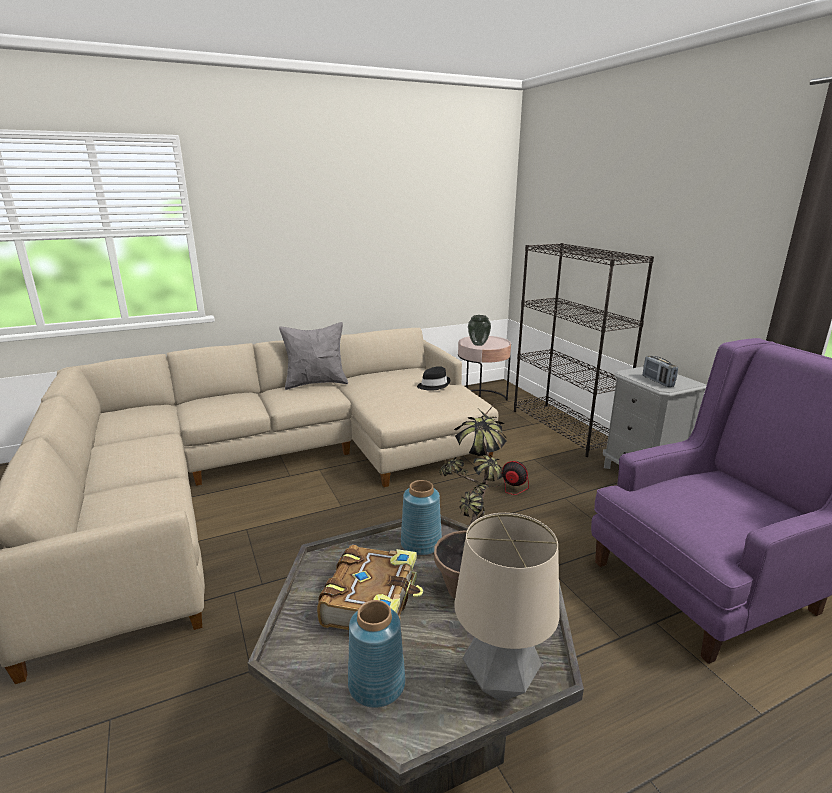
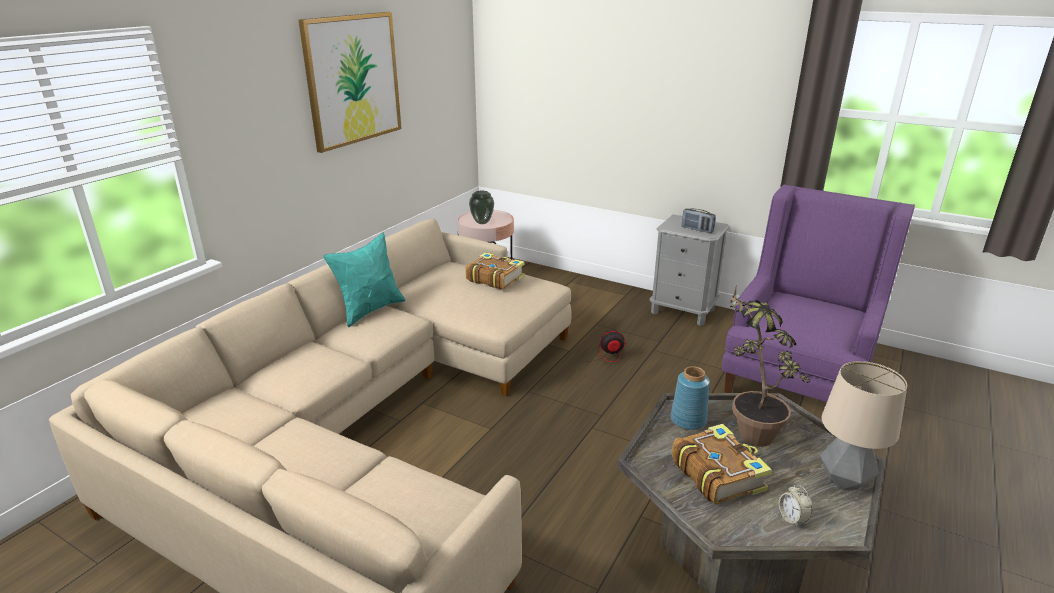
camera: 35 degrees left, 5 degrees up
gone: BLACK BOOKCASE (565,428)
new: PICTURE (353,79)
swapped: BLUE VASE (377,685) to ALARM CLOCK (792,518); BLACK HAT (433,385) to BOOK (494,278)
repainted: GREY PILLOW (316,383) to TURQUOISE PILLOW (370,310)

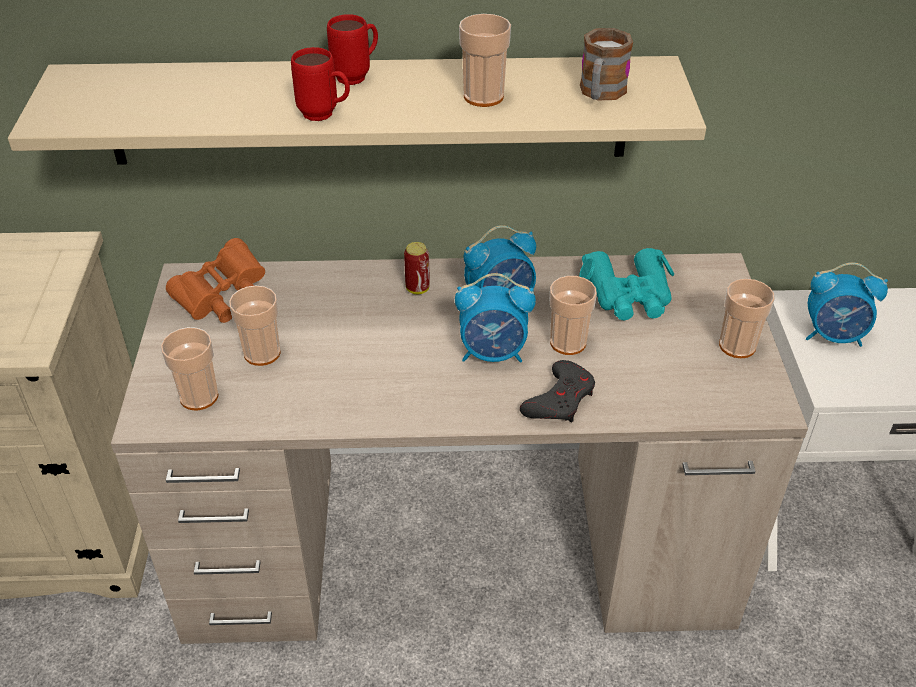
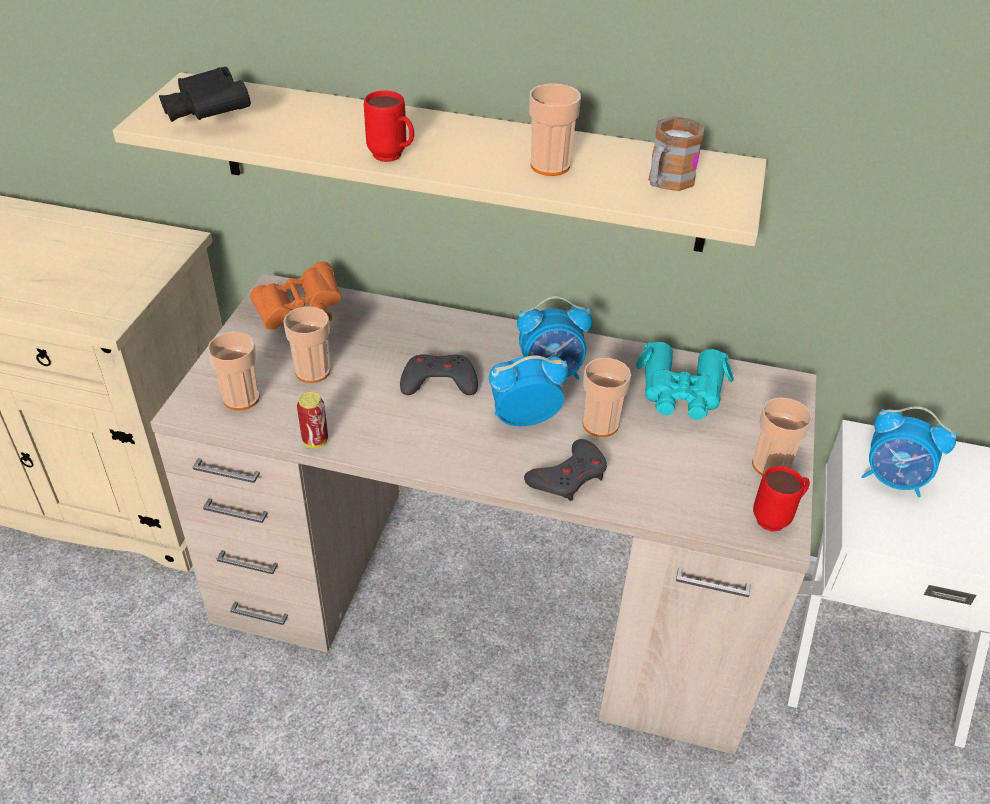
camera: 15 degrees right, 0 degrees up
new: BLACK BINOCULARS (207,115); GREY GAME CONTROLLER (438,381)
shifted: RED MUG (357,76) to (777,518); CAN (417,289) to (315,441)
rotated: ALARM CLOCK (493,353) = (523,419) 150 degrees clockwise

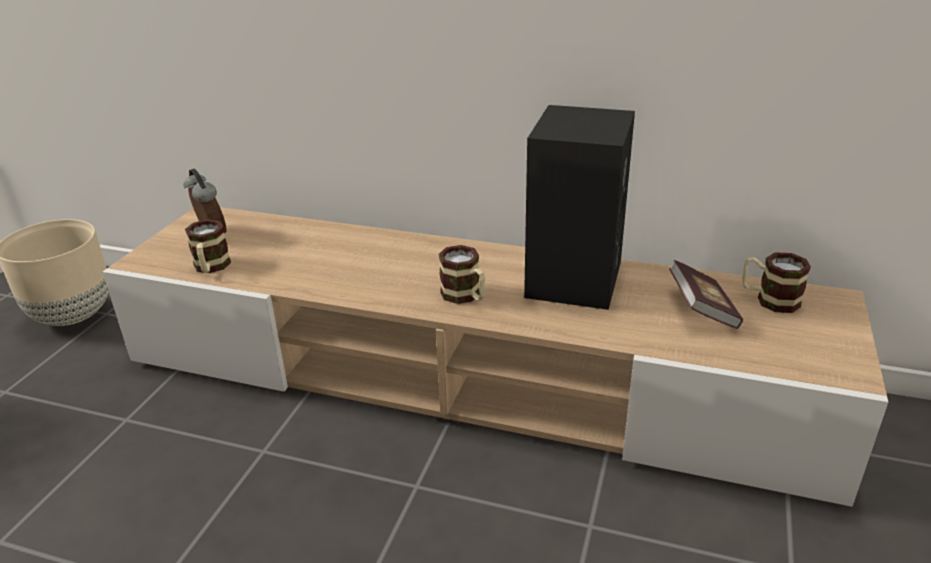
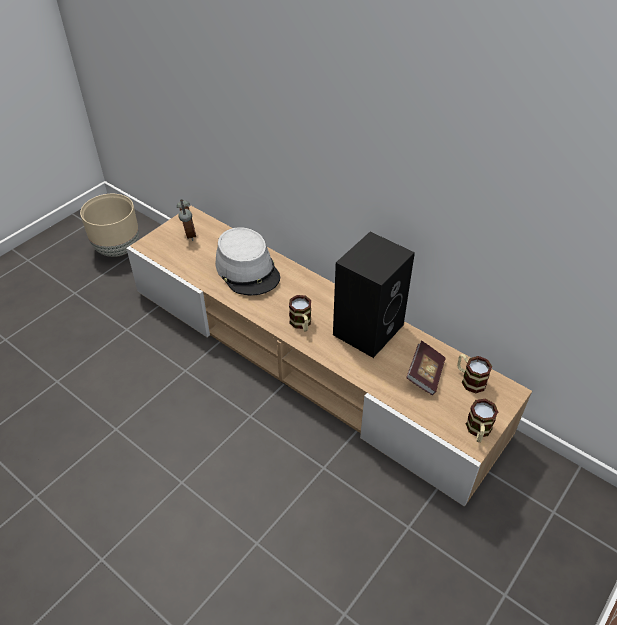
camera: 20 degrees right, 15 degrees up
new: GREY HAT (248,270)
shifted: MUG (211,268) to (478,431)

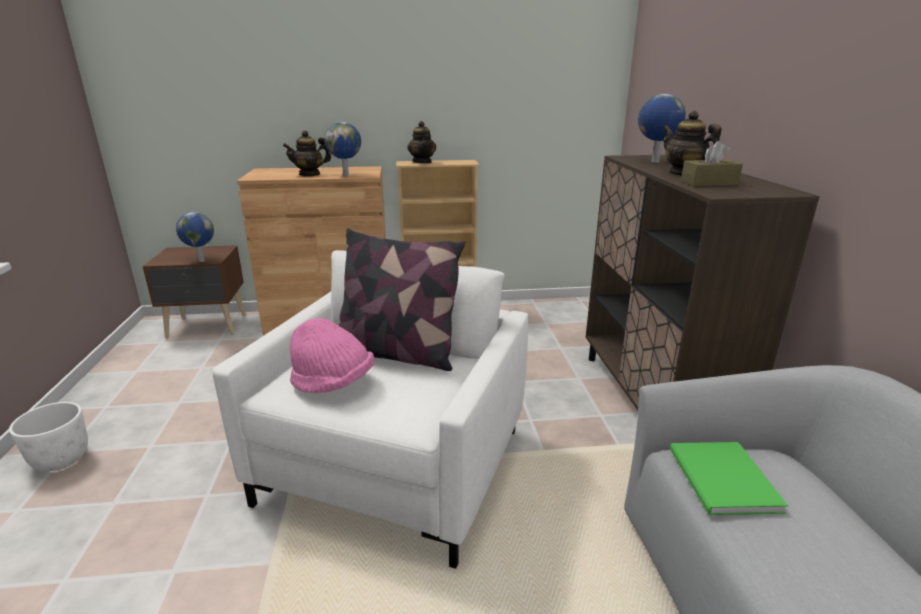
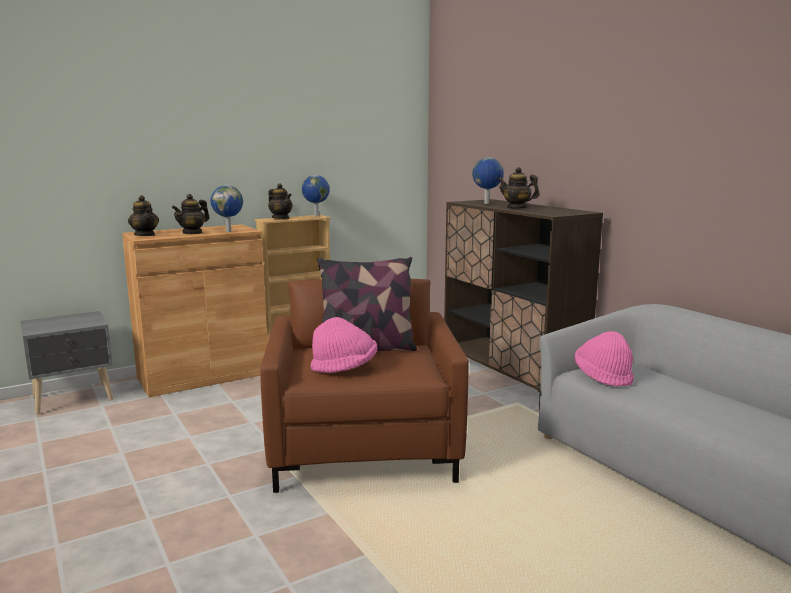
camera: 25 degrees left, 10 degrees down
gone: WHITE PLANTER (62,460); BROWN TISSUE BOX (709,183)
new: TEAPOT (145,235)
shifted: GLOBE (200,261) to (315,216)
swapped: GREEN BOOK (721,481) to PINK HAT (603,376)
repainted: BROWN NIGHTSTAND (208,326) to GREY NIGHTSTAND (74,399); WHITE ARMCHAIR (395,466) to BROWN ARMCHAIR (364,447)

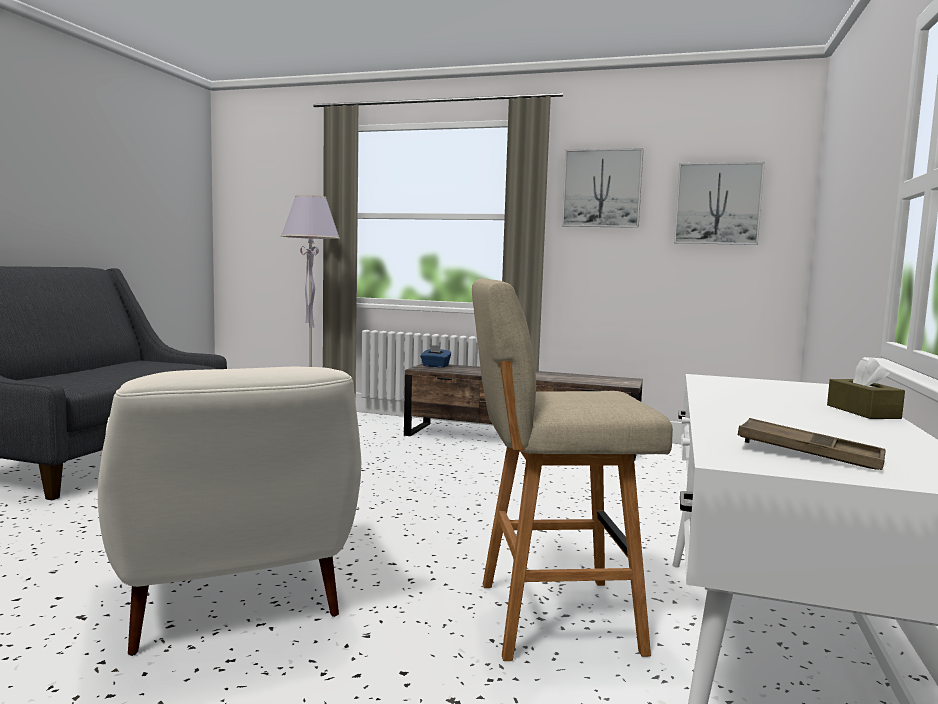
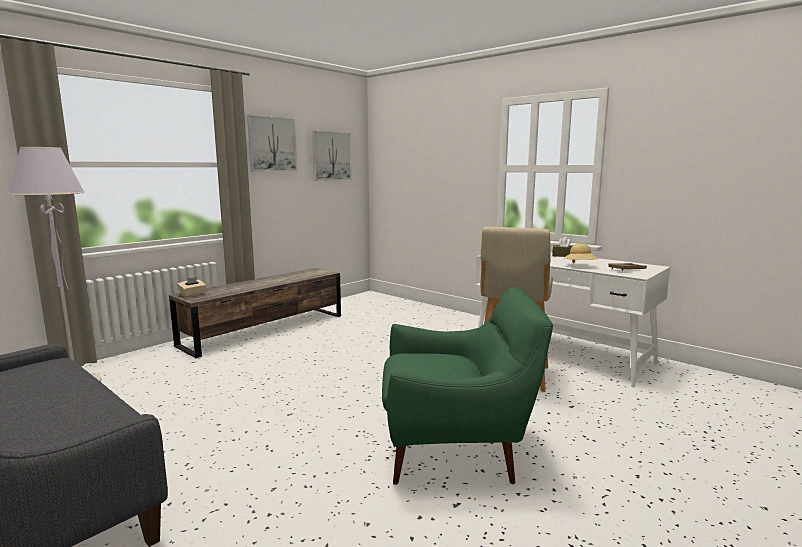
camera: 65 degrees left, 5 degrees up
new: BEIGE HAT (580,266)
repainted: WHITE ARMCHAIR (231,599) to GREEN ARMCHAIR (456,449); BLUE TISSUE BOX (435,366) to BEIGE TISSUE BOX (192,294)

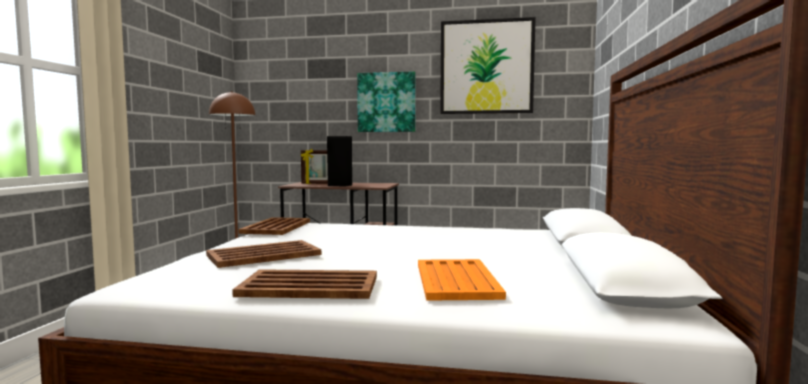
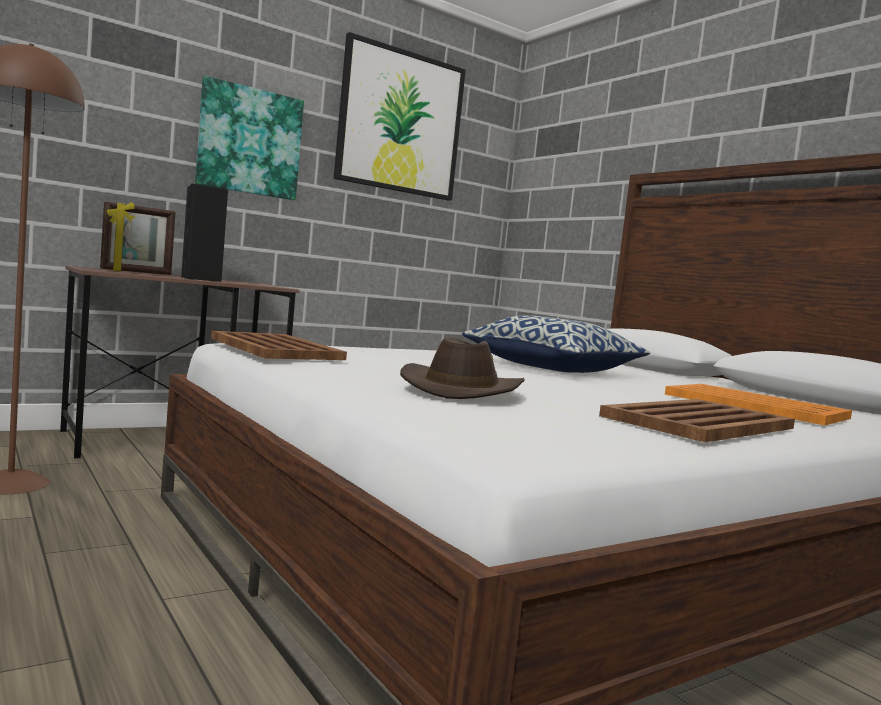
camera: 45 degrees left, 0 degrees up
new: PILLOW (553,368)
swapped: BROWN TRAY (263,255) to BROWN HAT (462,390)

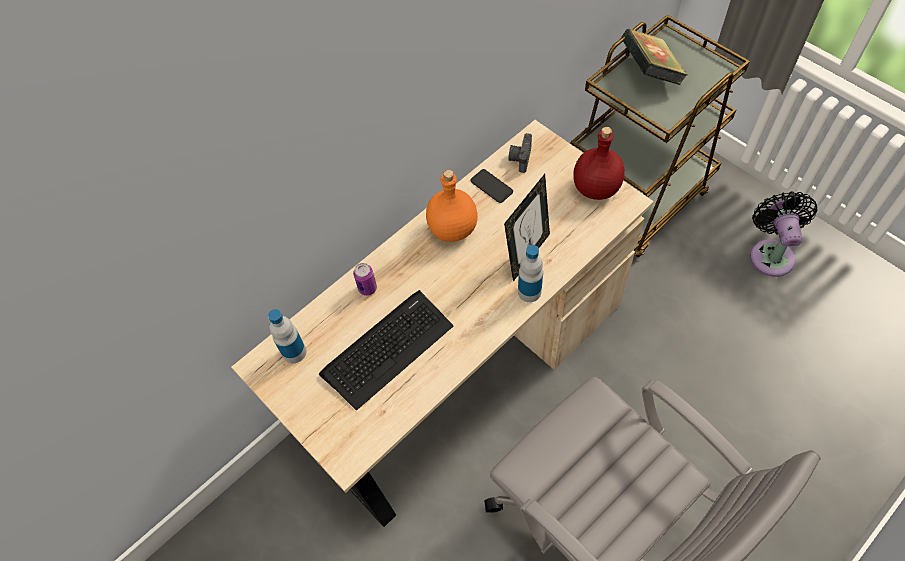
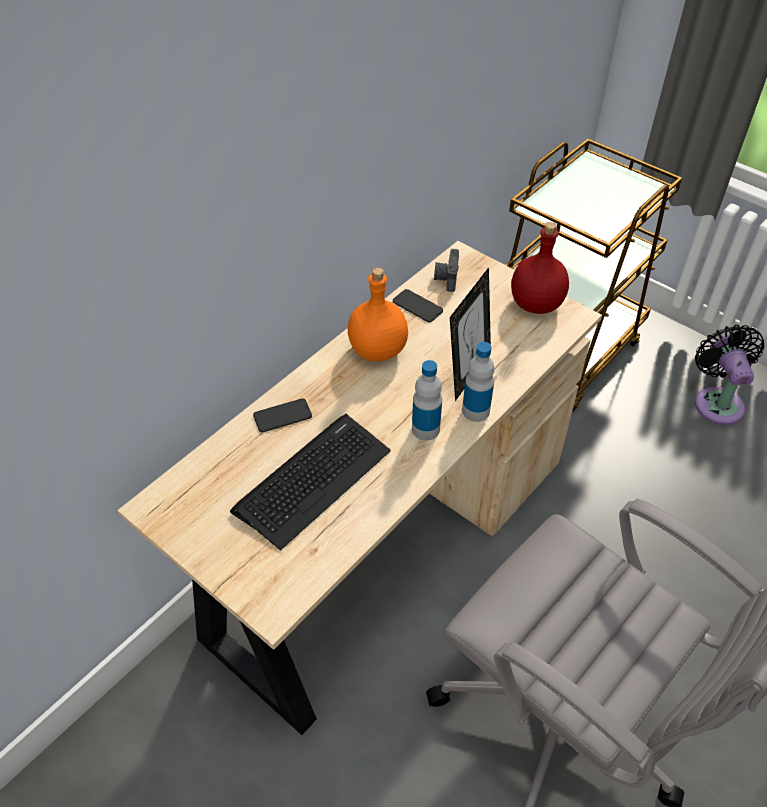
camera: 10 degrees left, 10 degrees down
gone: BOOK (649,73)
shifted: BOTTLE (294,352) to (425,429)
swapped: CAN (367,288) to PHONE (282,416)

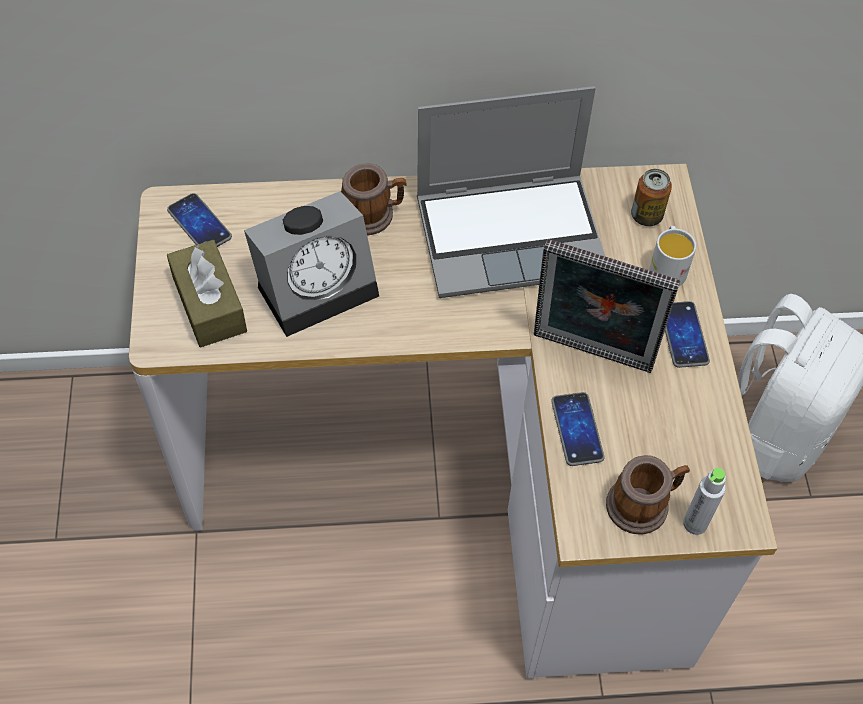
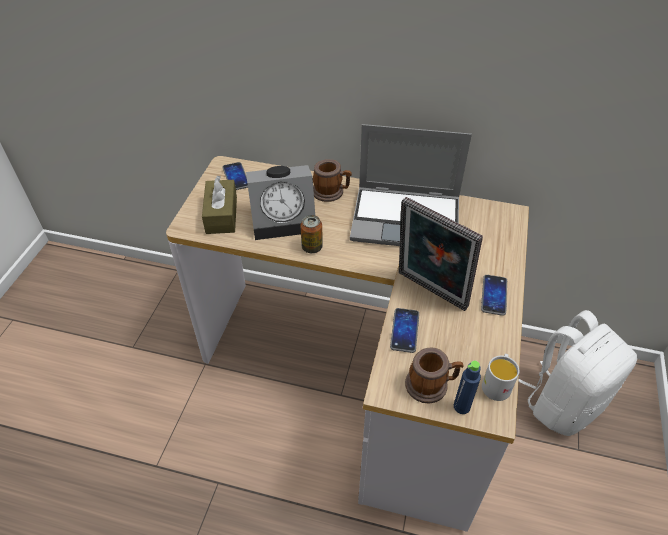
camera: 20 degrees right, 10 degrees down
shifted: CAN (646,216) to (312,247); WHITE MUG (667,267) to (497,384)
repainted: GREY BOTTLE (695,523) to BLUE BOTTLE (461,406)

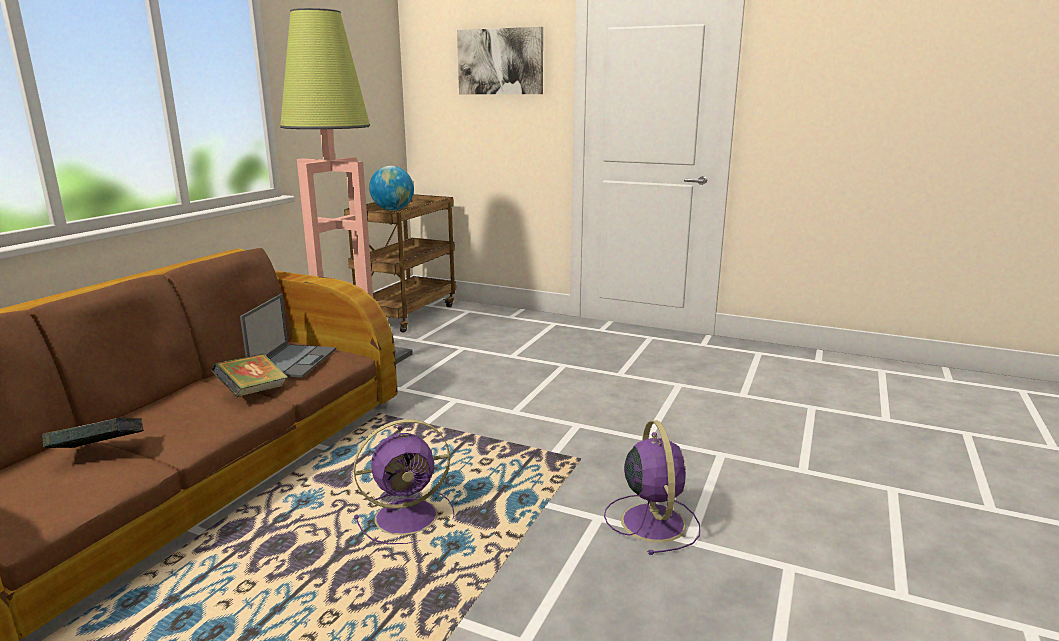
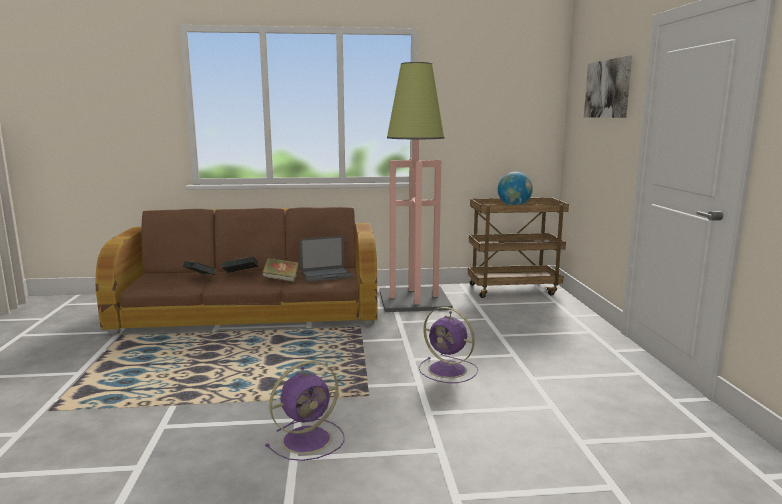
camera: 60 degrees right, 5 degrees down
new: BOOK (241,274)
shifted: PURPLE FAN (409,516) to (449,370)

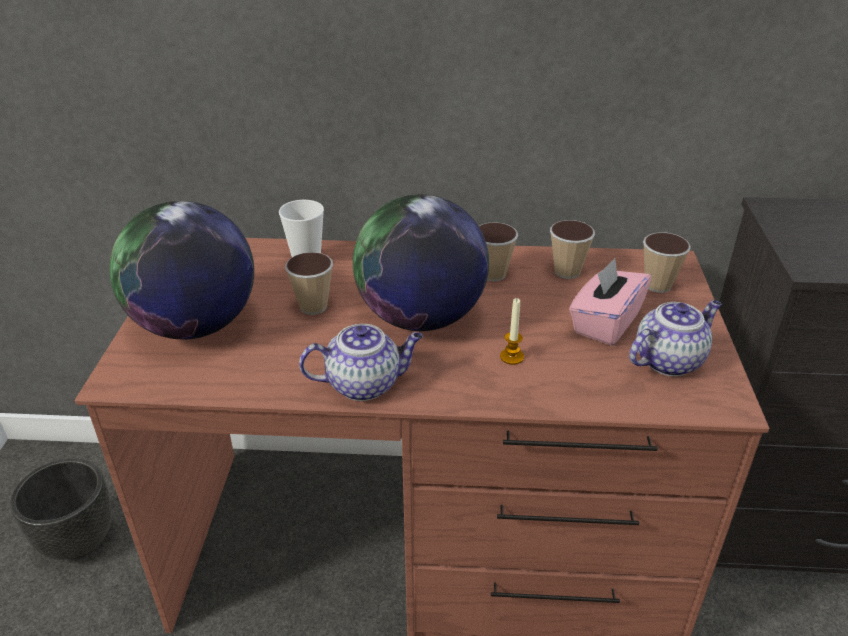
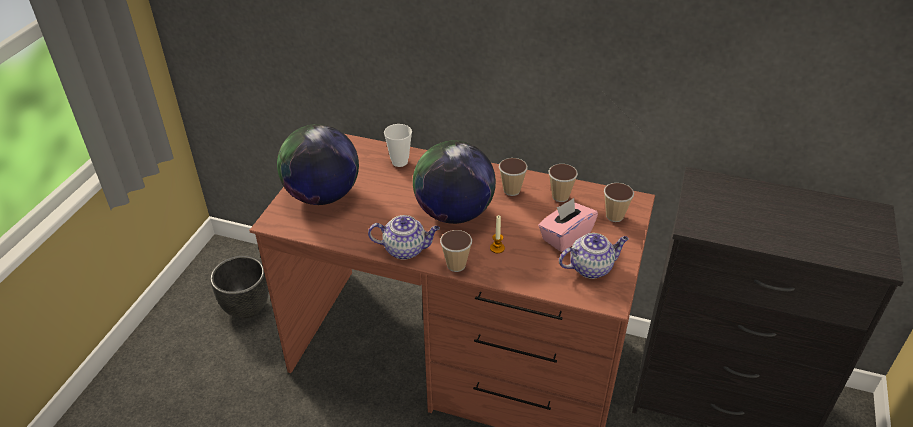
camera: 15 degrees right, 5 degrees up
shifted: CUP (313,306) to (456,265)

